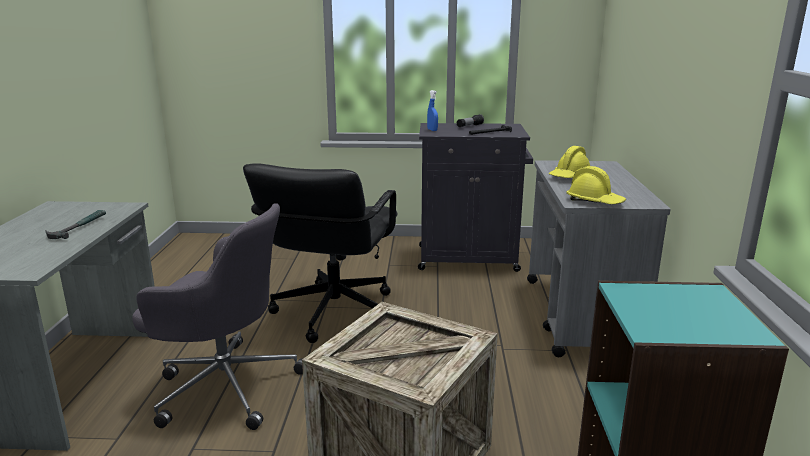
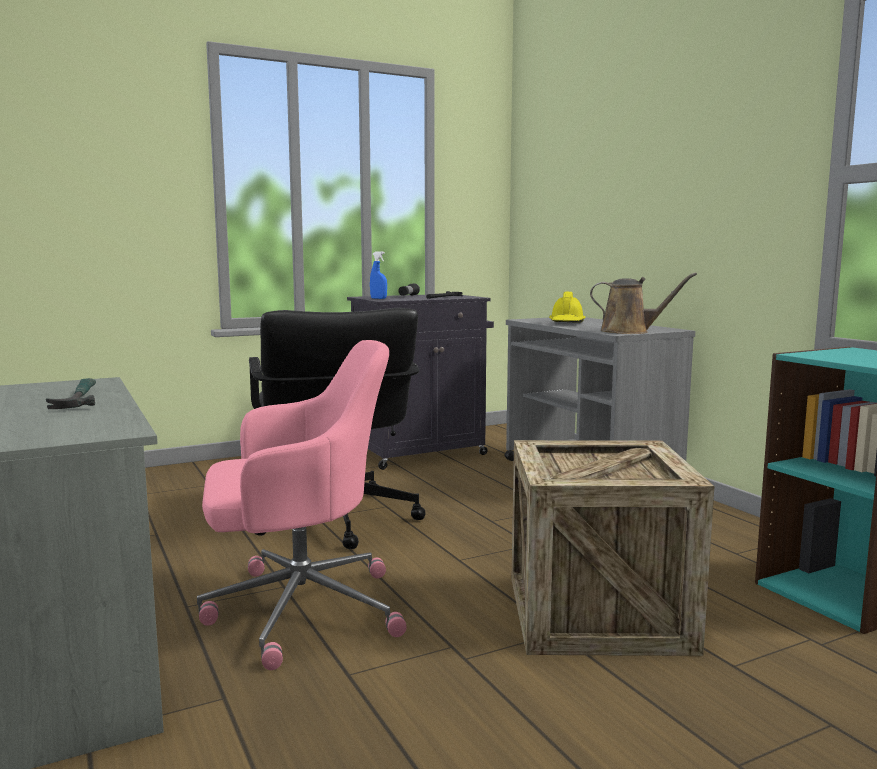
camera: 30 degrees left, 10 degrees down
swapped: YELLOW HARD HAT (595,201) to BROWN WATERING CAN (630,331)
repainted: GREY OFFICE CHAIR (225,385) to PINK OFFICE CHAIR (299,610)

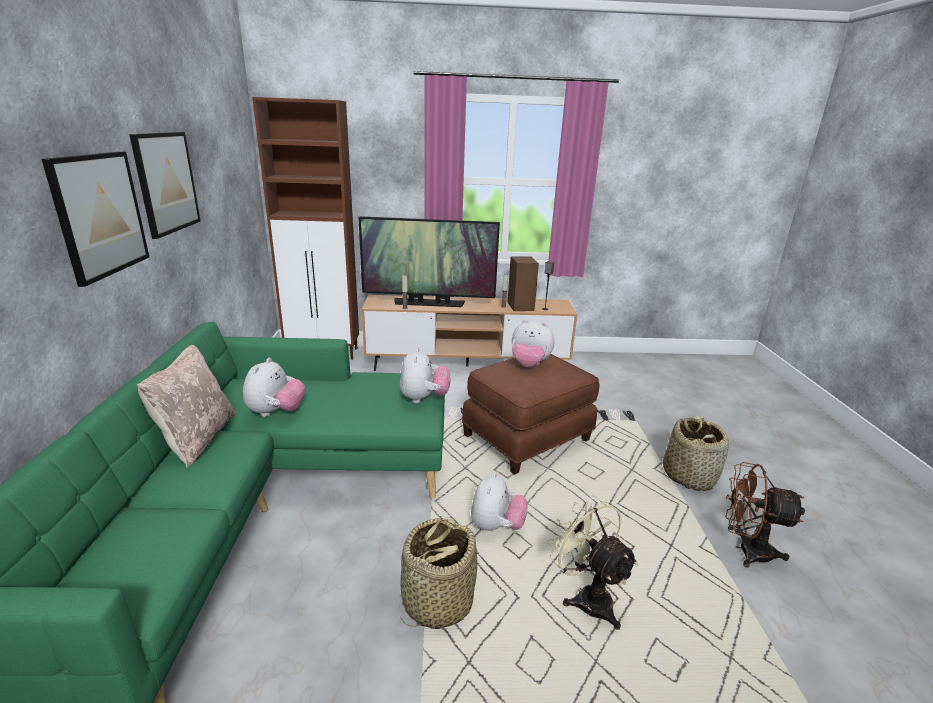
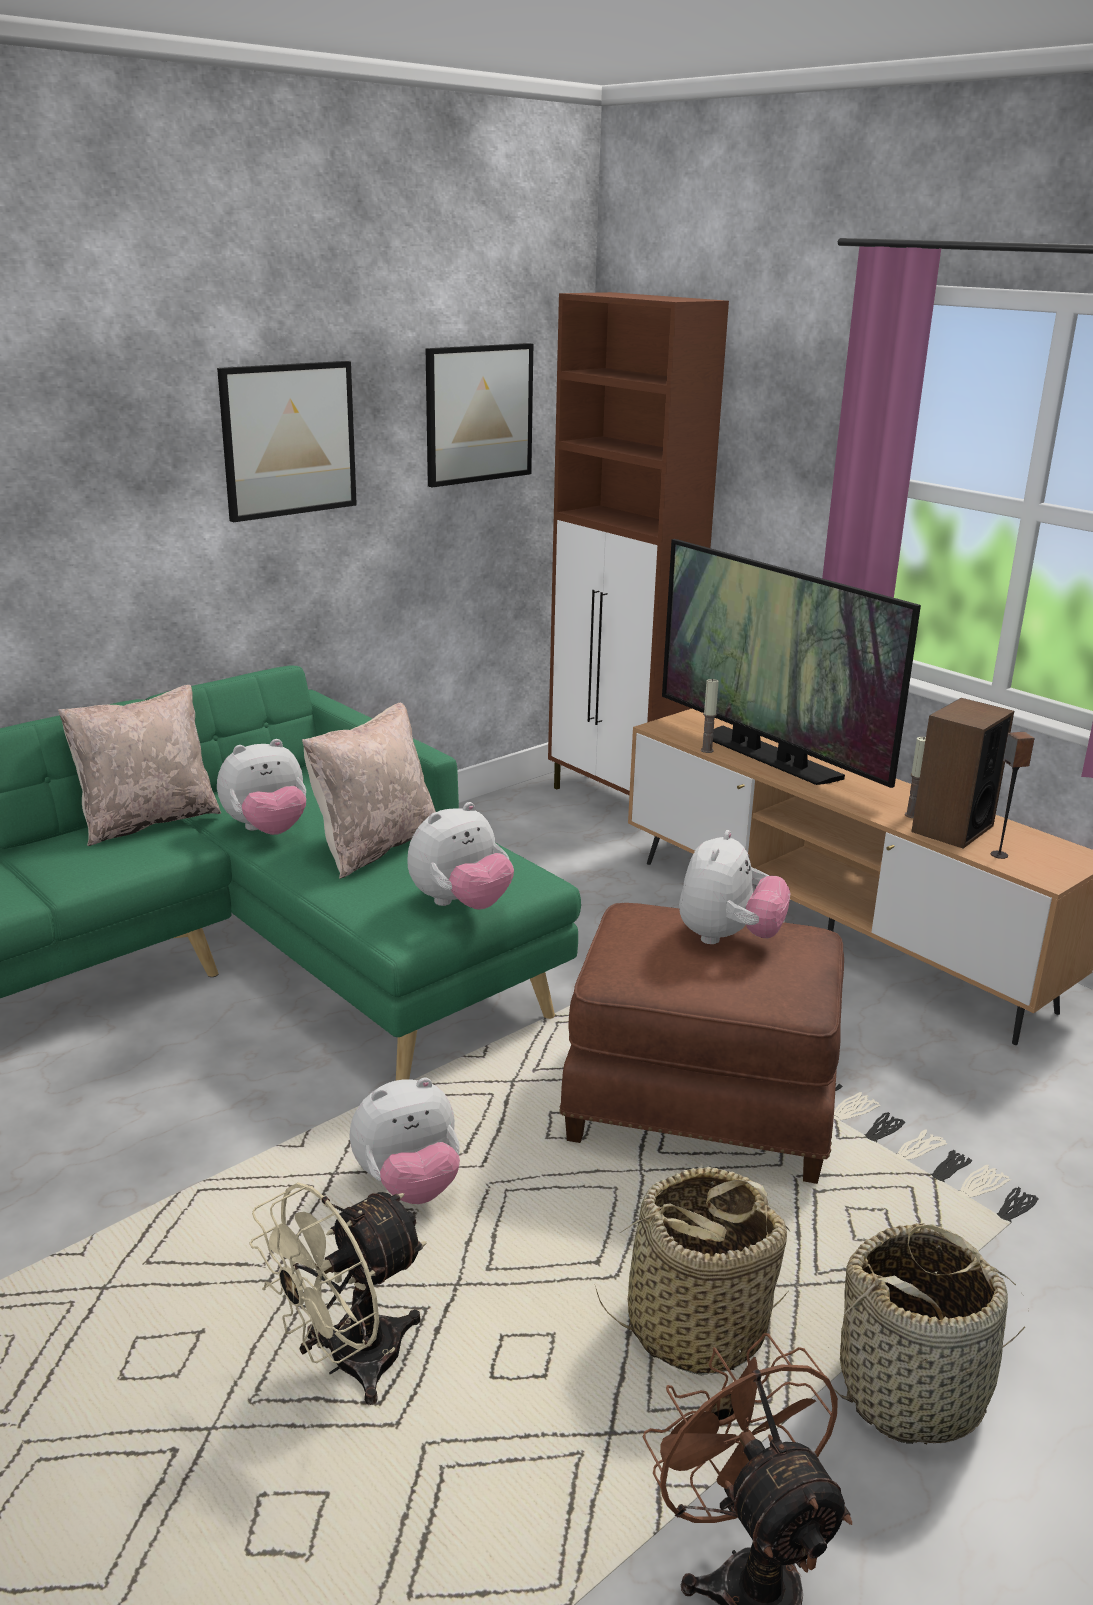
camera: 50 degrees right, 0 degrees up
new: BEIGE PILLOW (374,847)
shifted: PICTURE (100,215) to (478,414); BASKET (436,601) to (695,1325)
rotated: PLUSH TOY (529,365) = (728,938) 135 degrees counterclockwise; BEIGE FAN (587,597) = (348,1364) 150 degrees counterclockwise

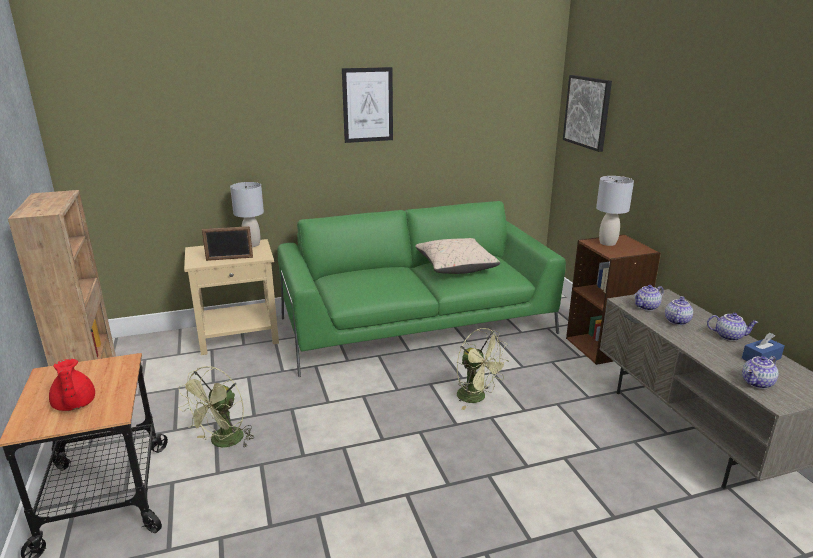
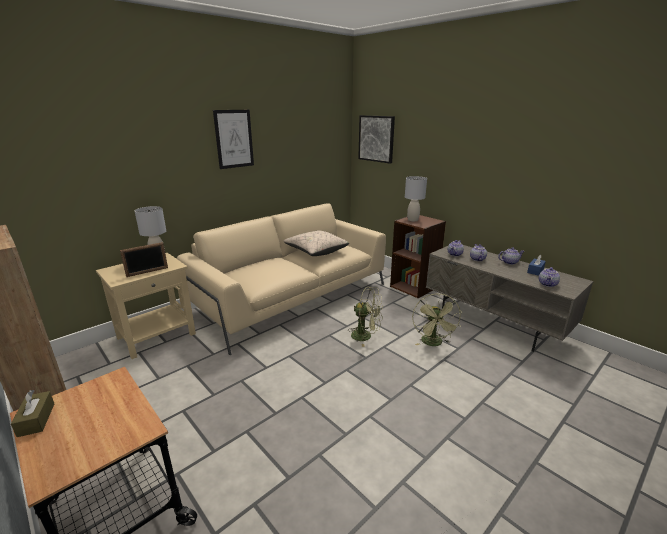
camera: 25 degrees left, 0 degrees up
gone: RED TEAPOT (74,405)
new: BROWN TISSUE BOX (36,419)
shifted: GREEN FAN (223,443) to (433,343)
repainted: GREEN SOFA (417,325) to BEIGE SOFA (292,298)

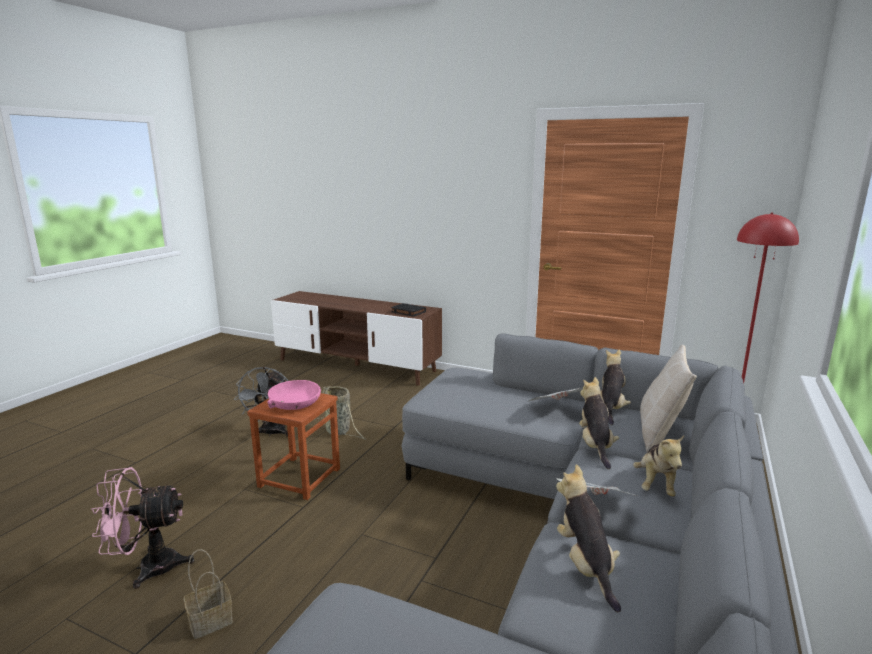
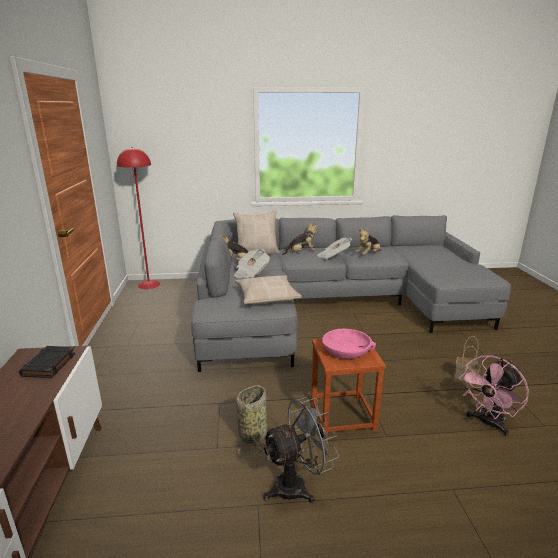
camera: 120 degrees left, 5 degrees up
gone: PLUSH TOY (595,446)
new: BEIGE PILLOW (267,296)
rotated: PINK FAN (148,567) = (487,423) 90 degrees clockwise

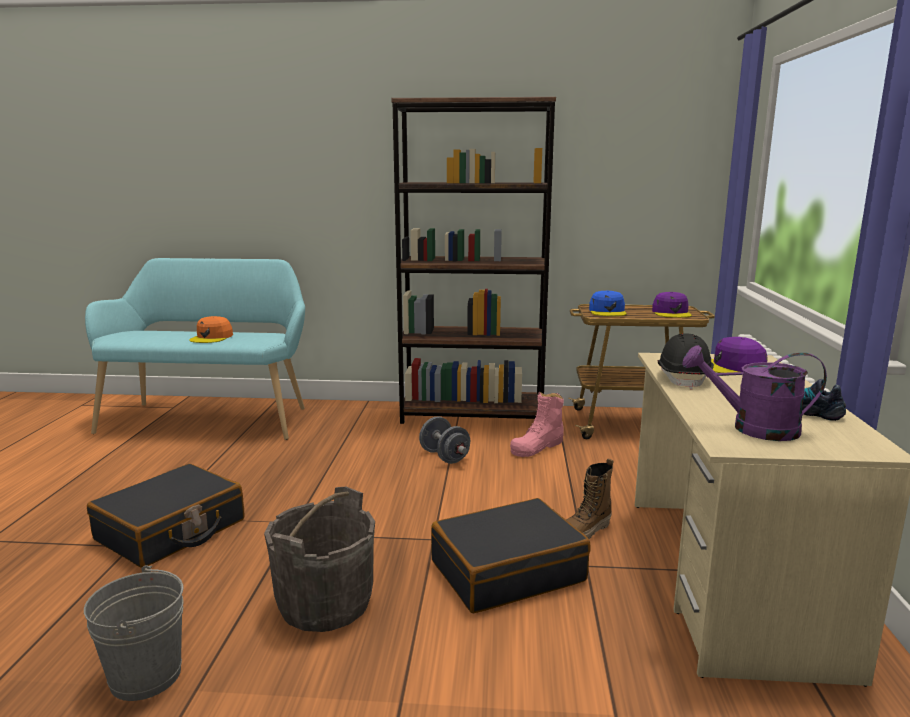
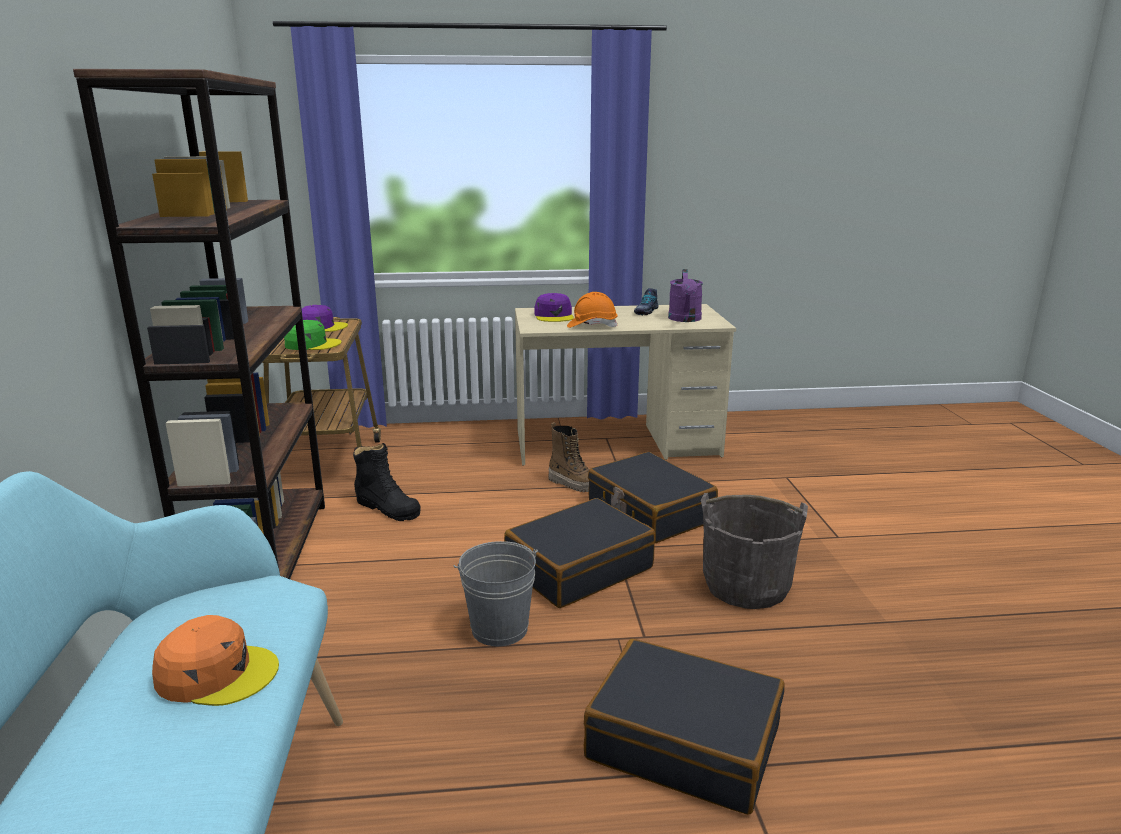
camera: 100 degrees left, 5 degrees up
gone: GREY DUMBBELL (444,456)
new: BLACK SUITCASE (578,568)
shifted: GREY BUCKET (146,676) to (500,628)
repainted: PINK BOOT (537,447) to BLACK BOOT (388,508); BLUE CAP (607,311) to GREEN CAP (312,344); BLACK HARD HAT (683,378) to ORANGE HARD HAT (592,326)

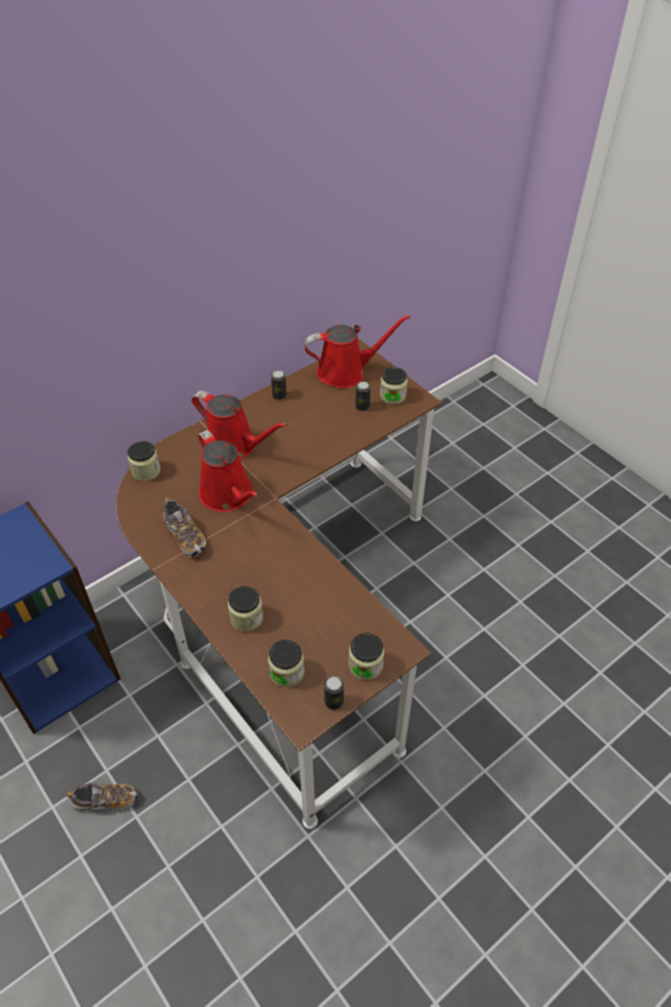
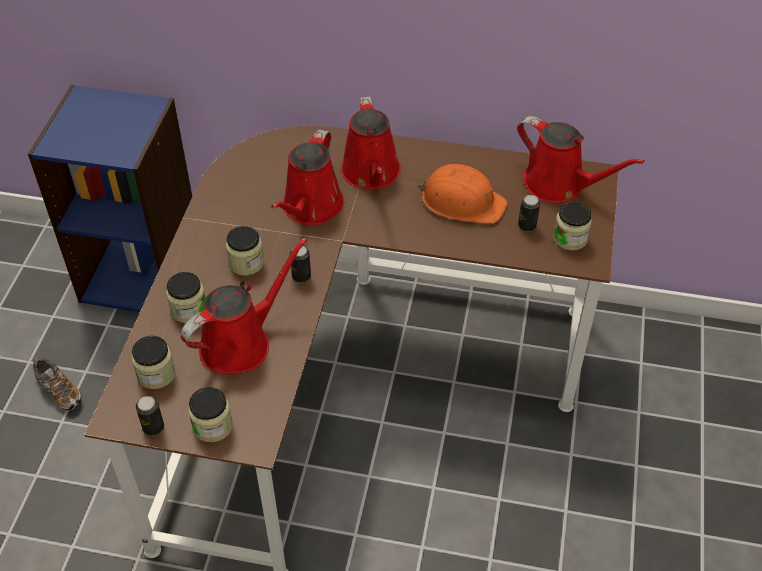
camera: 50 degrees right, 0 degrees up
gone: SHOE (185,535)
new: RED WATERING CAN (241,342); ORANGE HARD HAT (462,201)
shifted: JAR (146,471) to (246,263); CAN (279,395) to (301,276)

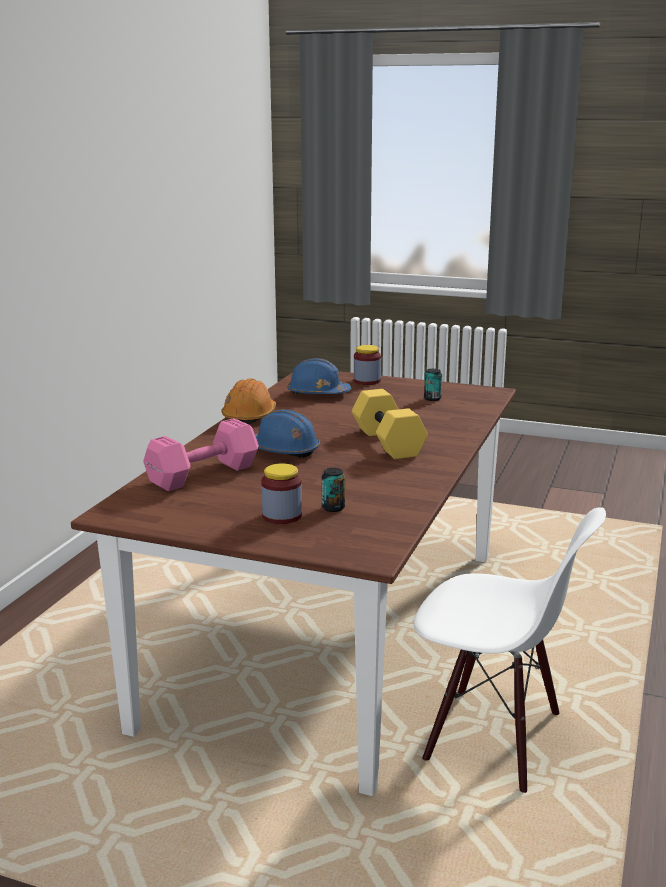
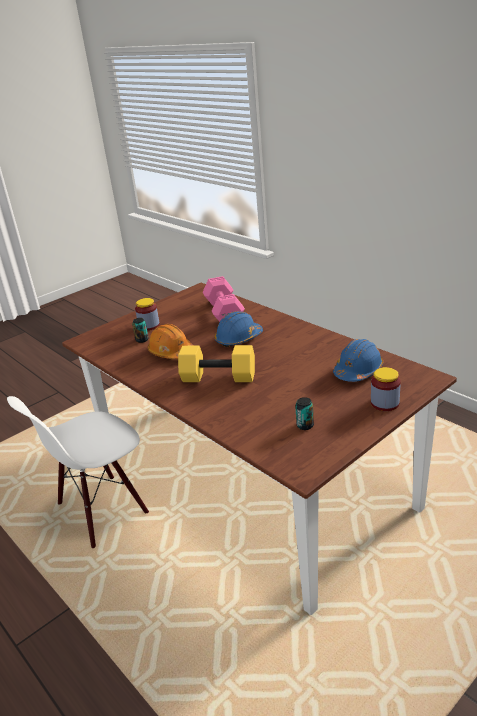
camera: 120 degrees right, 10 degrees up
shifted: ORANGE HARD HAT (249,416) to (171,352)

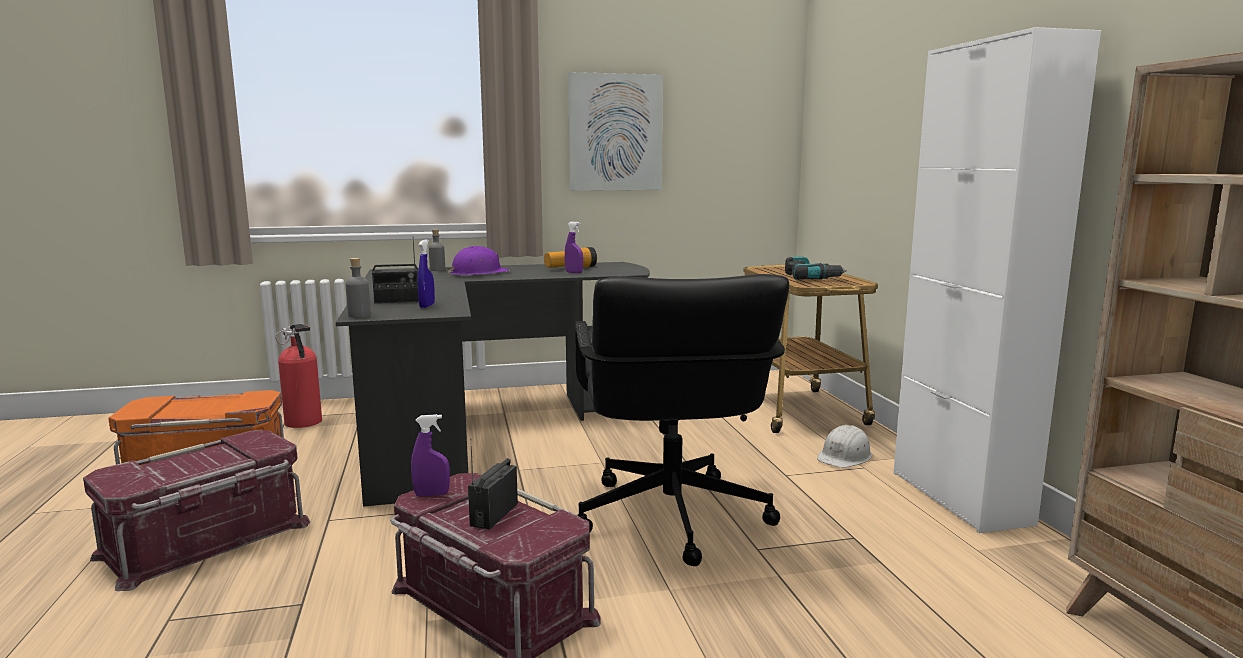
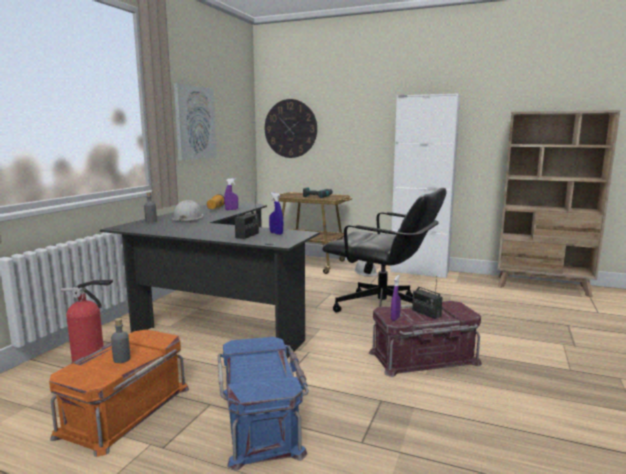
camera: 55 degrees left, 0 degrees up
new: WALL CLOCK (290,128)
shifted: GREY BOTTLE (359,315) to (122,359)
repainted: RED STORAGE BOX (206,540) to BLUE STORAGE BOX (262,421); PURPLE HARD HAT (478,273) to WHITE HARD HAT (188,218)

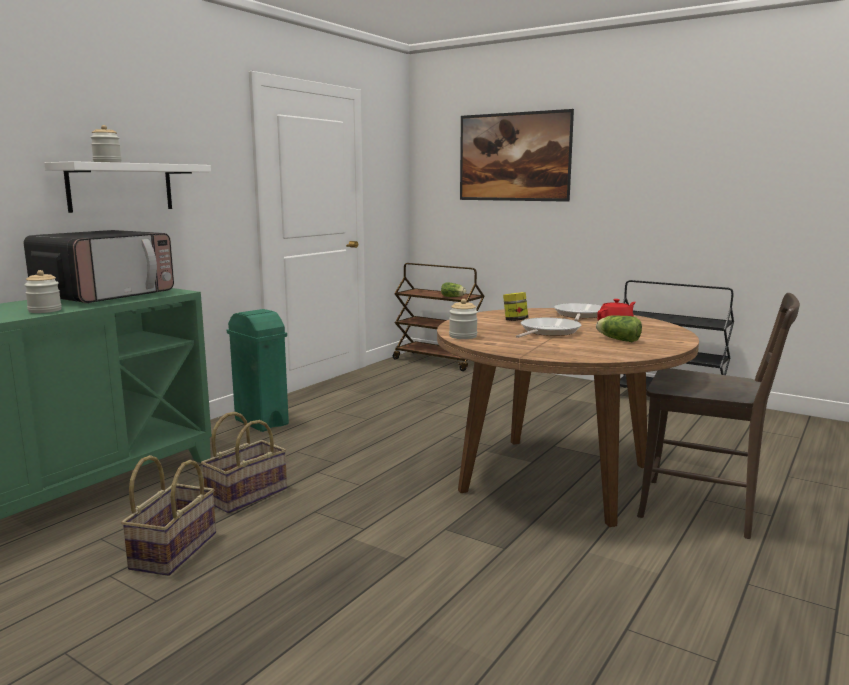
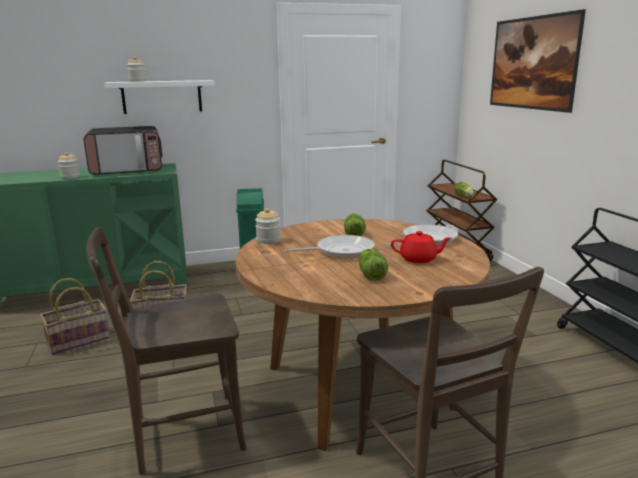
camera: 40 degrees right, 5 degrees up
new: BROWN CHAIR (181,434)
swapped: JAR (515,320) to LETTUCE (354,233)

